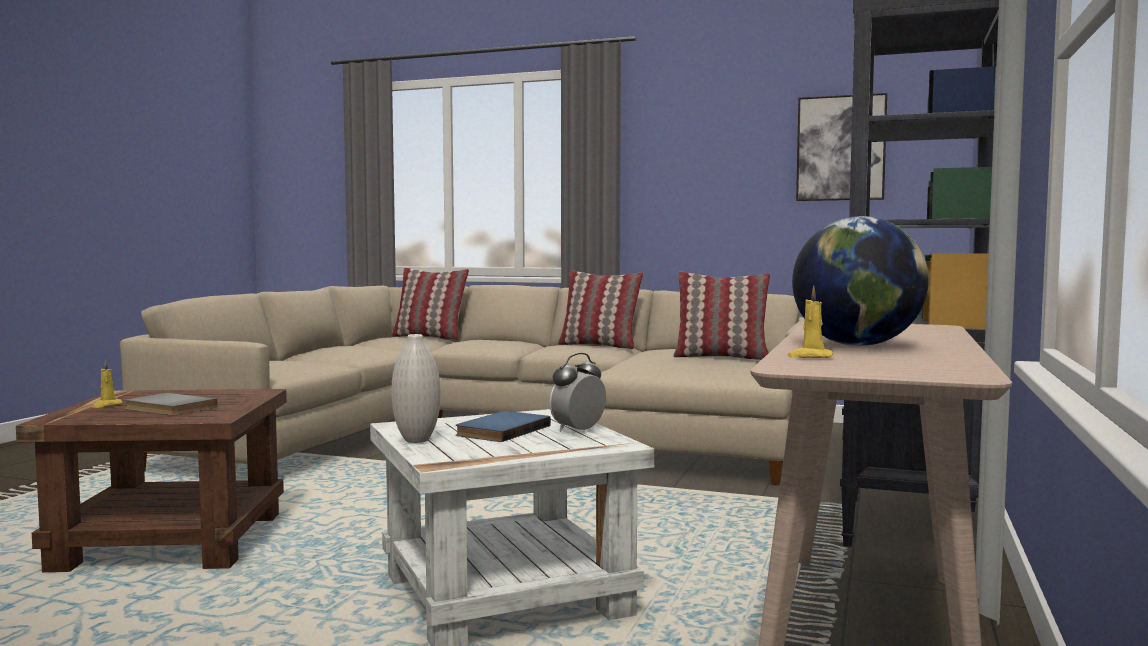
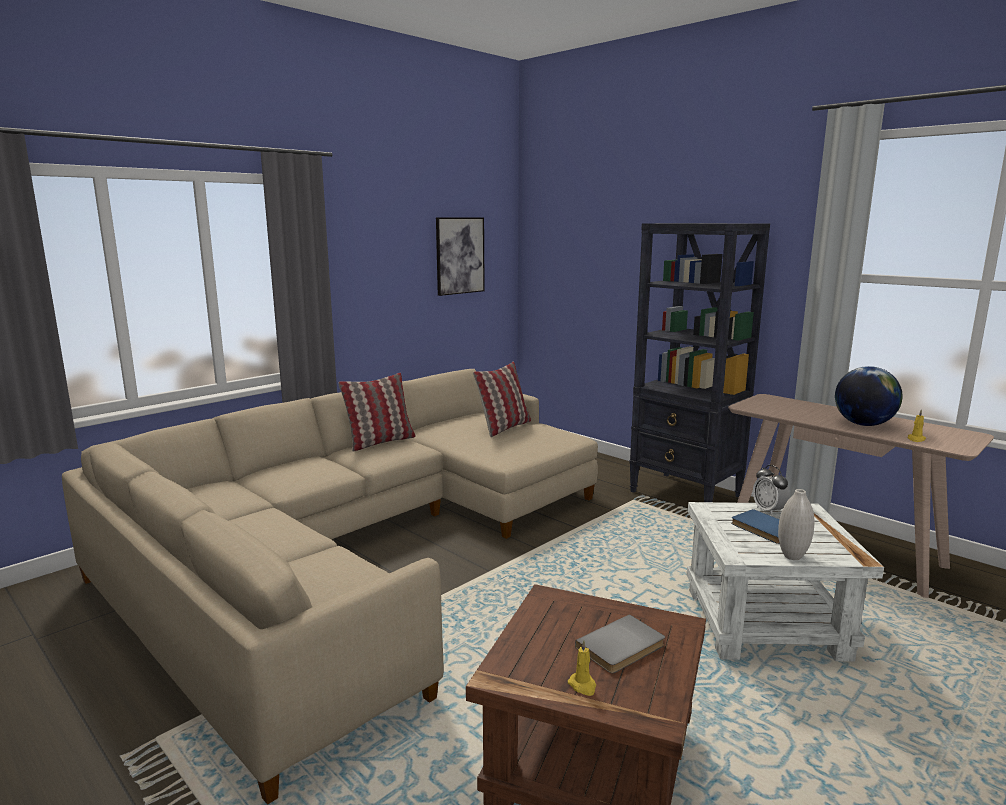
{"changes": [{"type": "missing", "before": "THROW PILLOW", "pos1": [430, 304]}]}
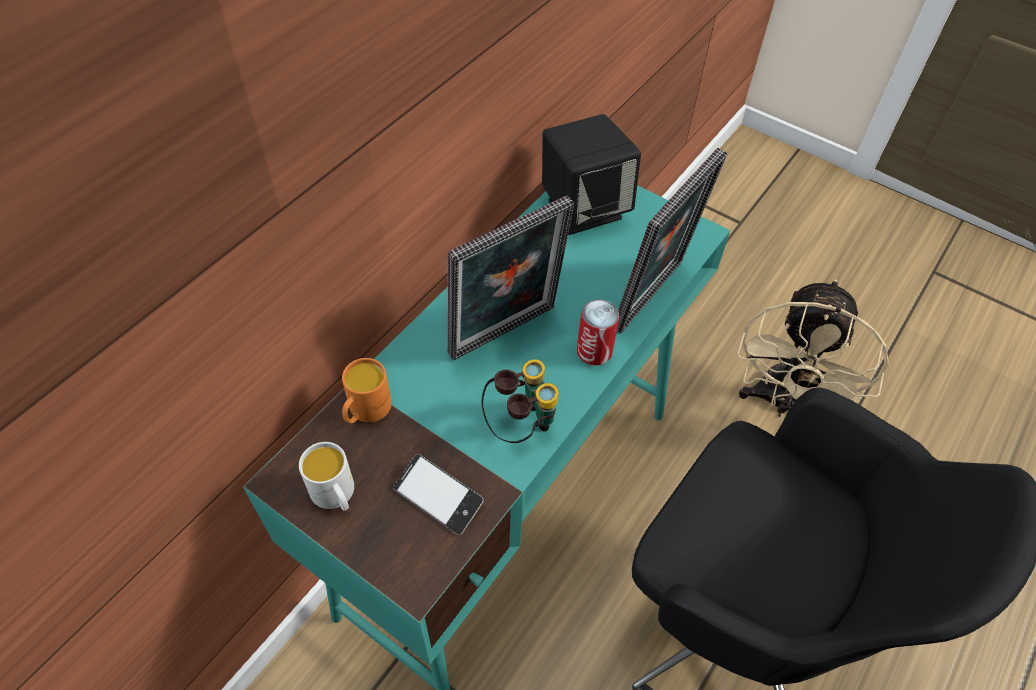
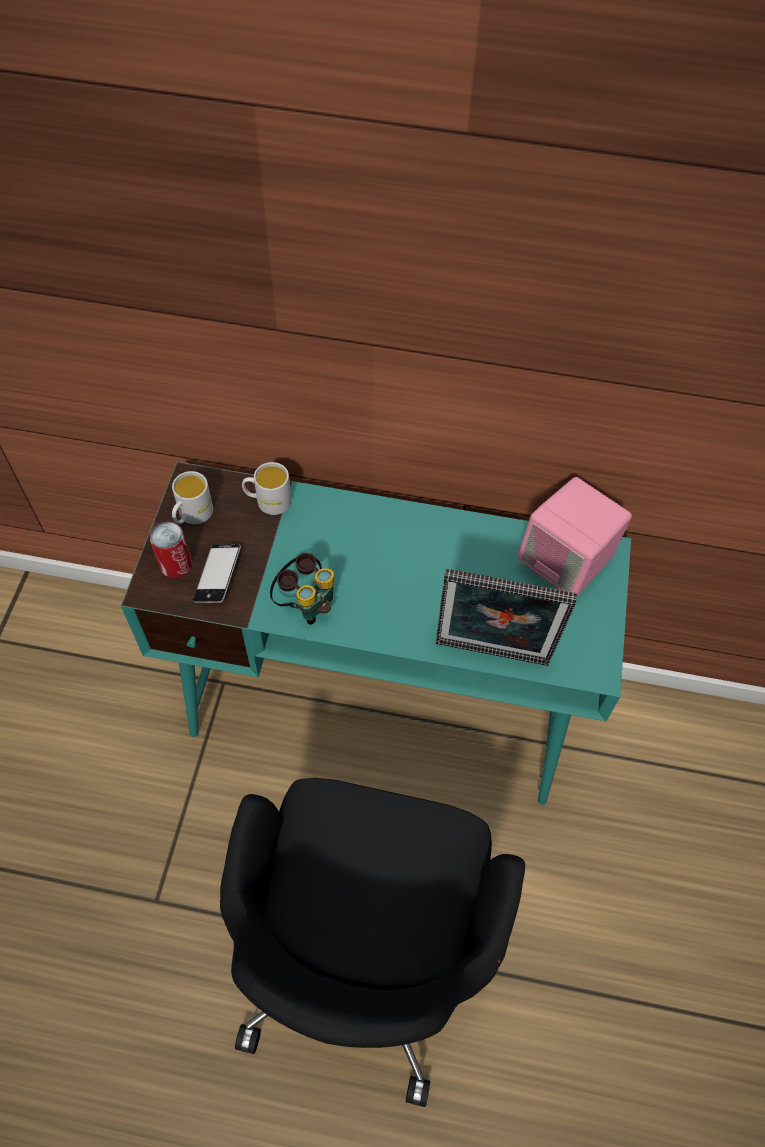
{"changes": [{"type": "colour", "before": "BLACKISH AUDIO SPEAKER", "after": "PINK AUDIO SPEAKER", "pos1": [591, 174], "pos2": [575, 536]}, {"type": "missing", "before": "PICTURE FRAME", "pos1": [510, 278]}, {"type": "missing", "before": "BEIGE COOLING FAN", "pos1": [813, 348]}, {"type": "relocated", "before": "SEALED CAN", "pos1": [598, 332], "pos2": [171, 550]}, {"type": "colour", "before": "ORANGE-COLOURED COFFEE MUG", "after": "WHITE-COLOURED COFFEE MUG", "pos1": [367, 391], "pos2": [266, 488]}]}
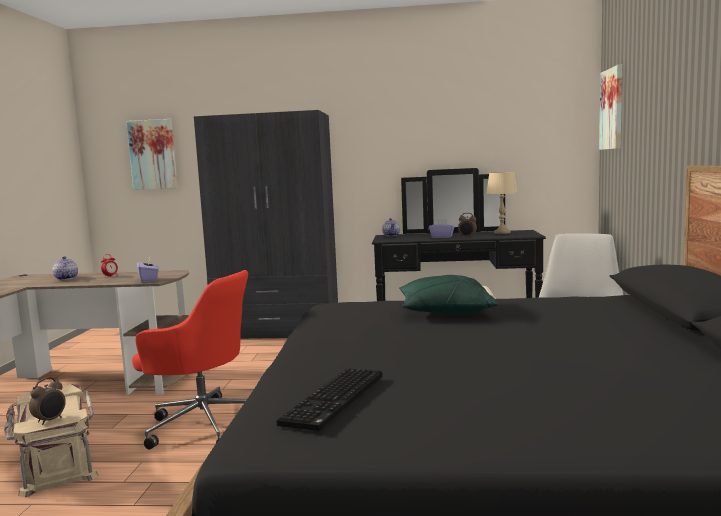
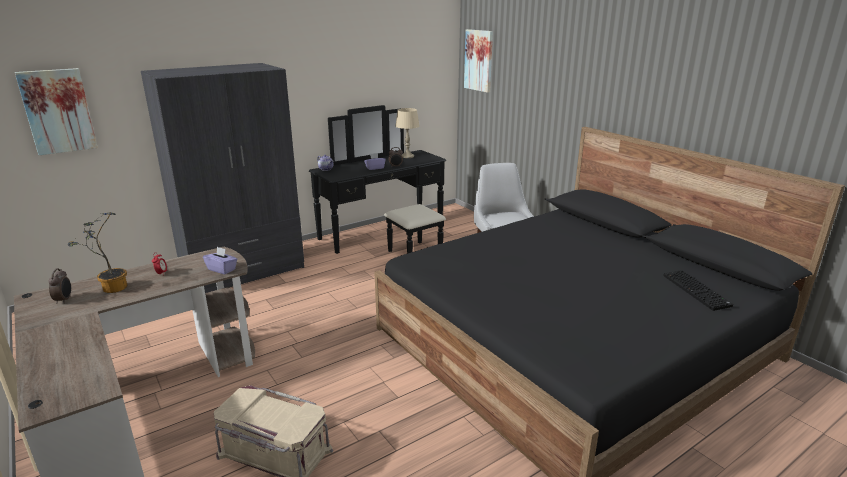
{"changes": [{"type": "exchanged", "before": "TEA POT", "after": "POTTED PLANT", "pos1": [65, 268], "pos2": [97, 252]}, {"type": "missing", "before": "REDDISH OFFICE CHAIR", "pos1": [190, 360]}, {"type": "missing", "before": "GREENISH THROW PILLOW", "pos1": [448, 295]}, {"type": "relocated", "before": "KEYBOARD", "pos1": [329, 399], "pos2": [698, 290]}, {"type": "relocated", "before": "ALARM CLOCK", "pos1": [47, 401], "pos2": [59, 286]}]}
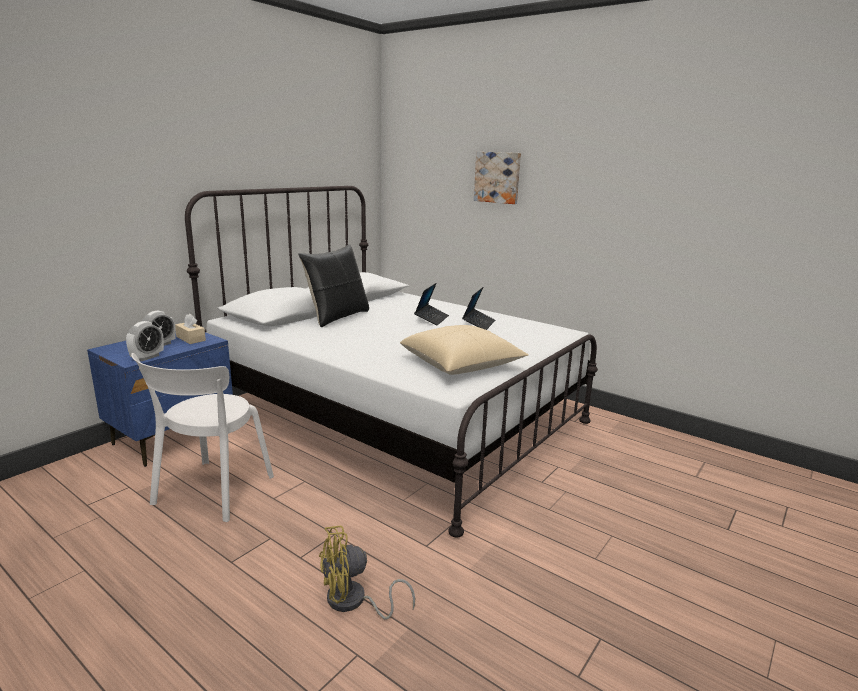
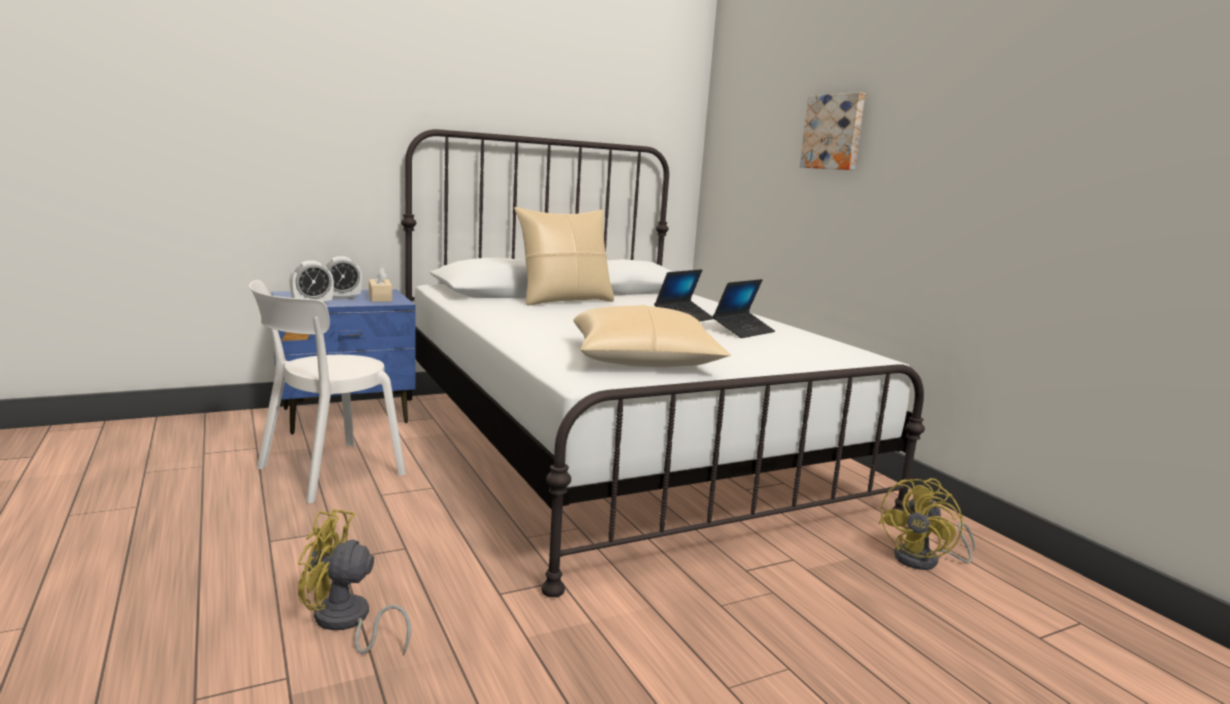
{"changes": [{"type": "colour", "before": "BLACKISH THROW PILLOW", "after": "BEIGE THROW PILLOW", "pos1": [333, 285], "pos2": [564, 256]}, {"type": "appeared", "after": "YELLOW COOLING FAN", "pos2": [927, 524]}]}
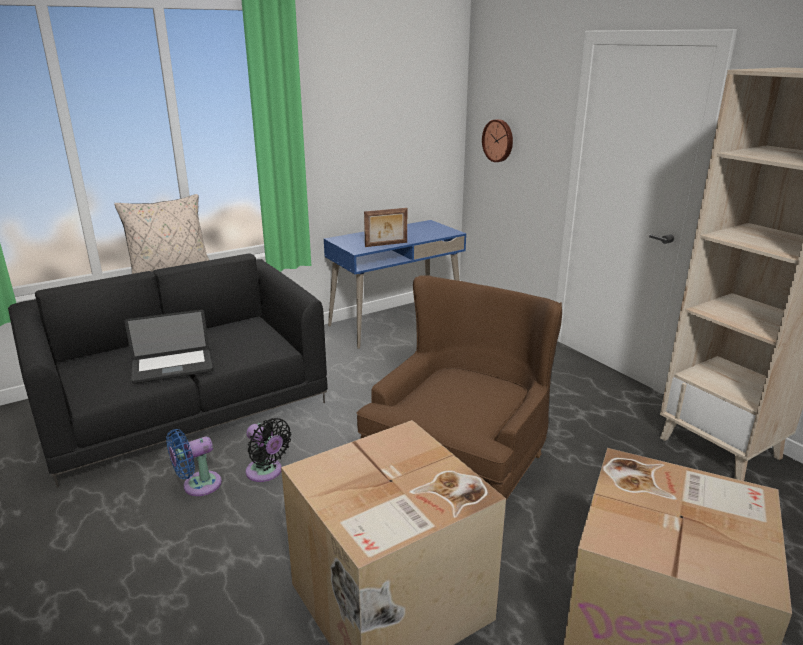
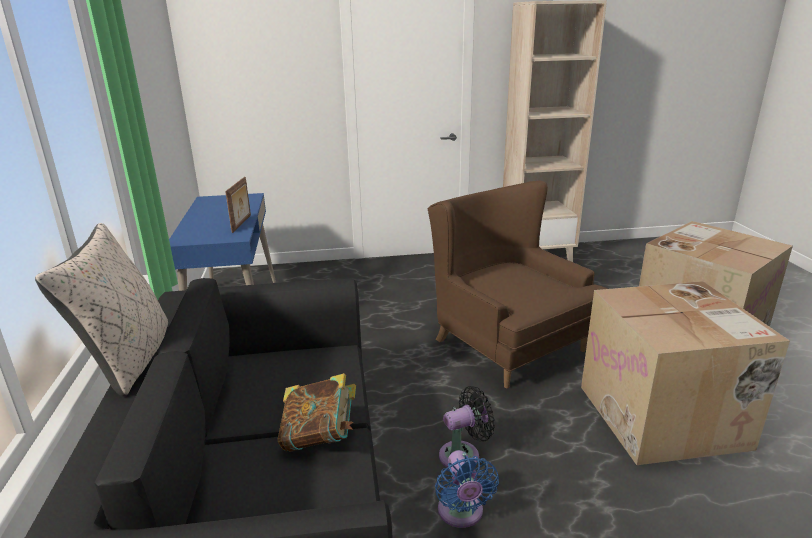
{"changes": [{"type": "missing", "before": "WALL CLOCK", "pos1": [497, 140]}, {"type": "exchanged", "before": "PORTABLE COMPUTER", "after": "VOLUME", "pos1": [168, 346], "pos2": [317, 412]}]}
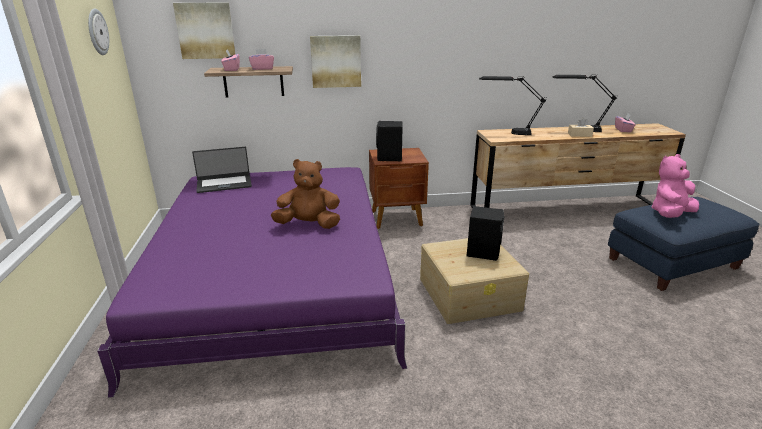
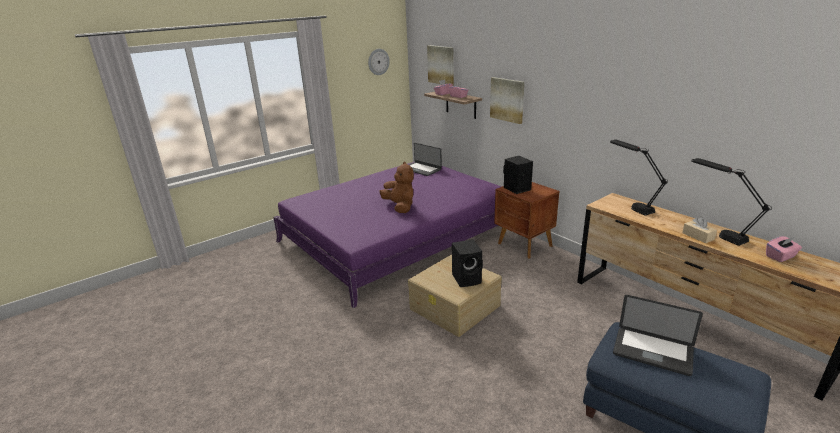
{"changes": [{"type": "exchanged", "before": "PINK PLUSH TOY", "after": "PORTABLE COMPUTER", "pos1": [675, 186], "pos2": [658, 335]}]}
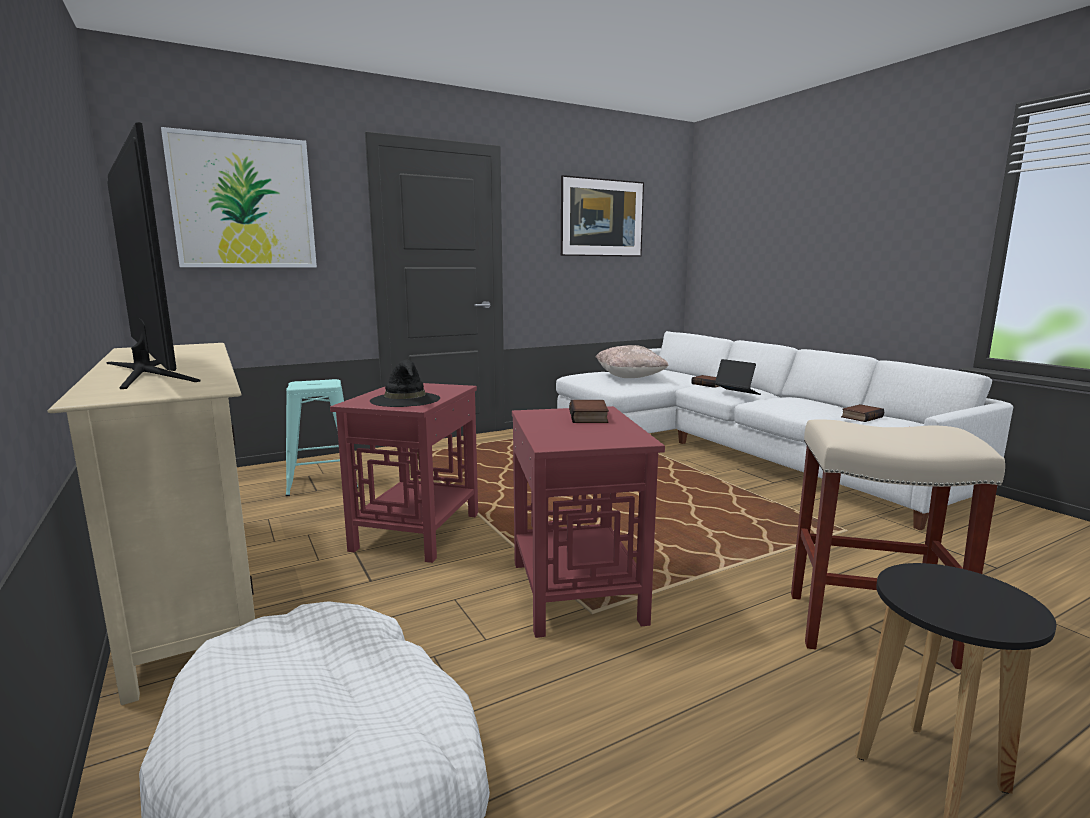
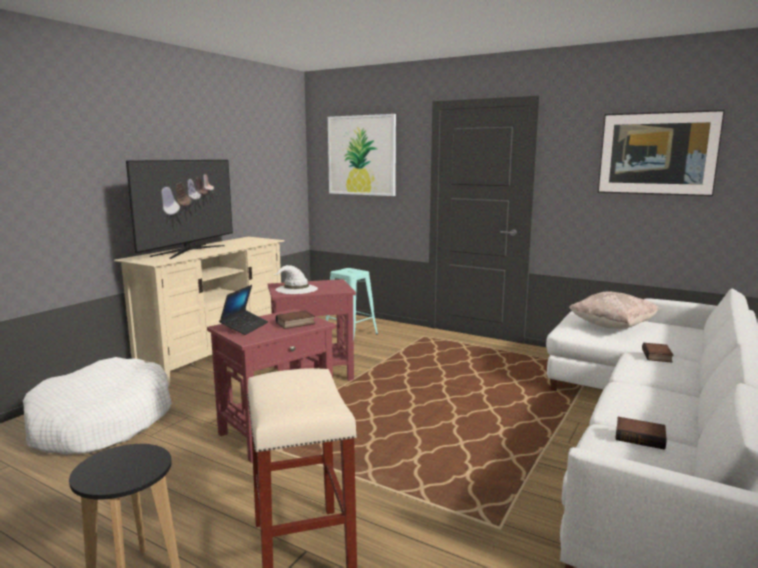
{"changes": [{"type": "relocated", "before": "PORTABLE COMPUTER", "pos1": [738, 377], "pos2": [243, 310]}, {"type": "colour", "before": "BLACKISH HAT", "after": "WHITE-COLOURED HAT", "pos1": [405, 383], "pos2": [296, 279]}]}
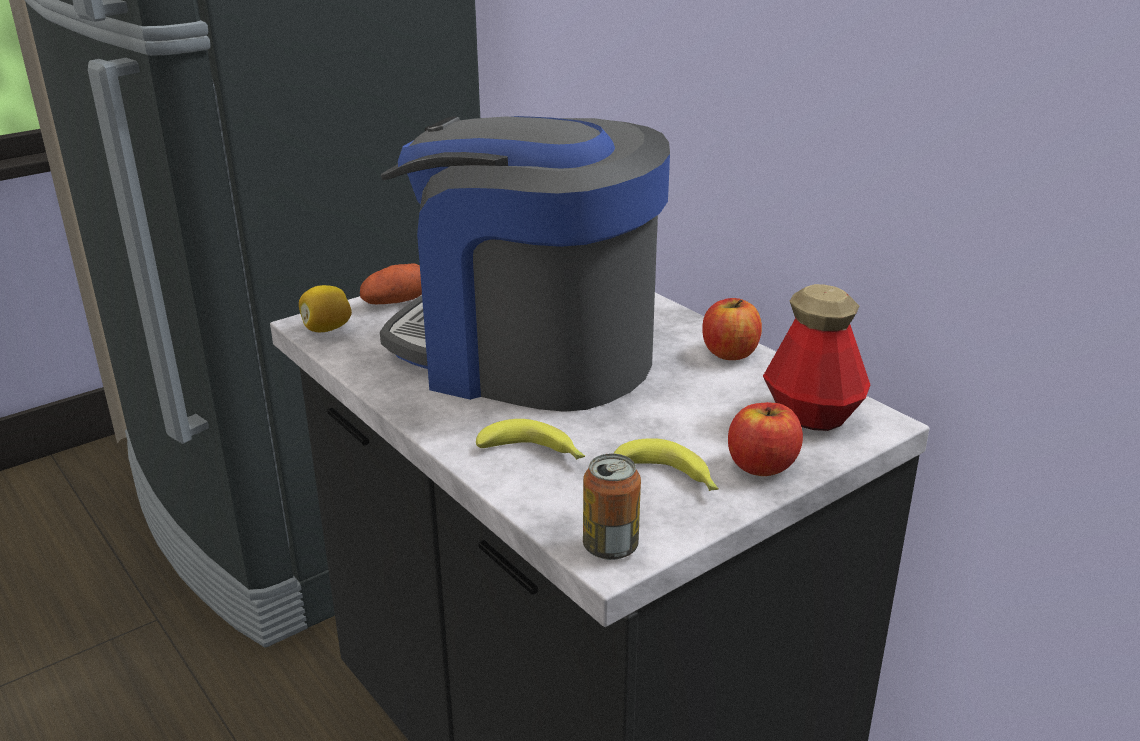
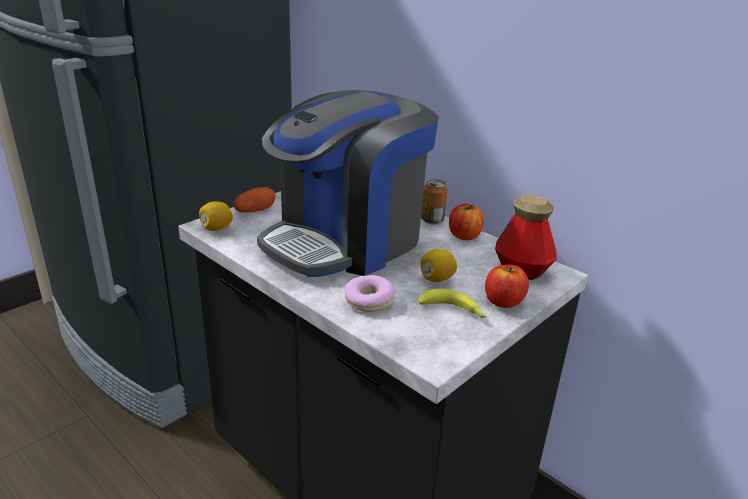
{"changes": [{"type": "spun", "before": "COFFEE MAKER", "pos1": [525, 264], "pos2": [348, 183], "turn": -60}, {"type": "exchanged", "before": "WHOLE BANANA", "after": "RING DOUGHNUT", "pos1": [530, 439], "pos2": [369, 293]}, {"type": "relocated", "before": "SEALED CAN", "pos1": [612, 506], "pos2": [434, 201]}, {"type": "appeared", "after": "WHOLE LEMON", "pos2": [438, 265]}]}
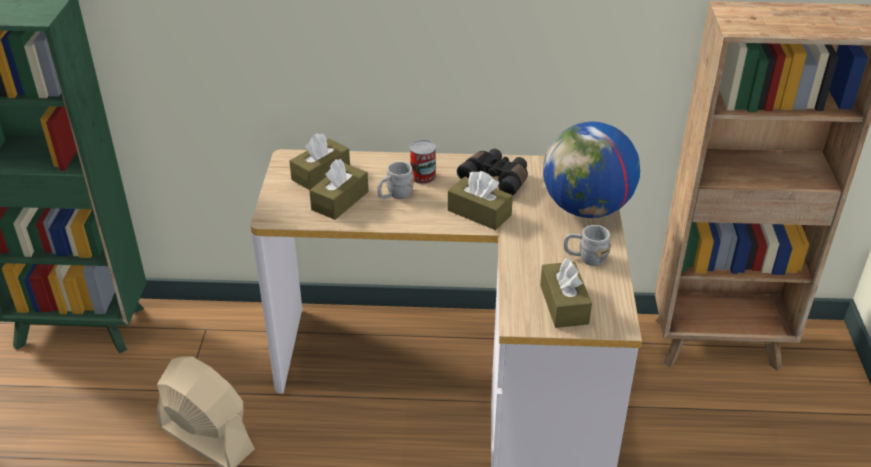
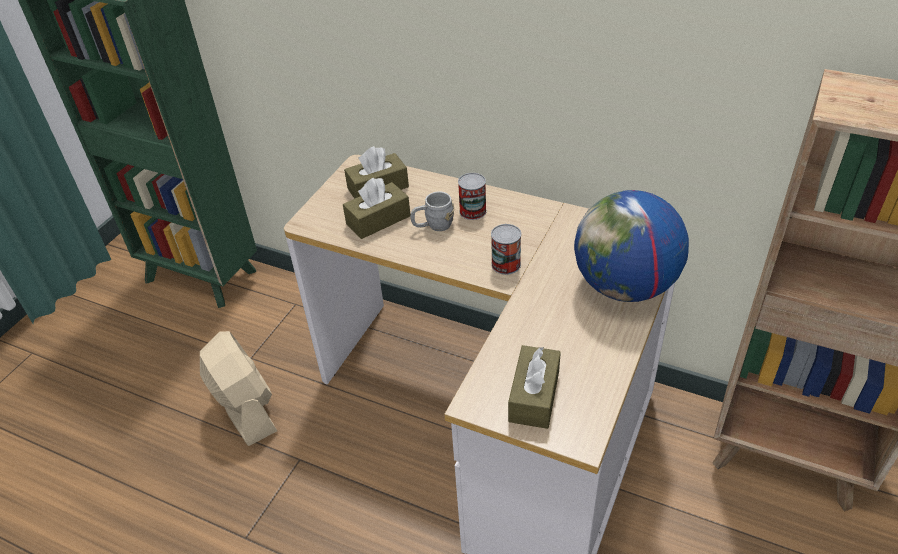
{"changes": [{"type": "missing", "before": "BLACKISH FIELD GLASSES", "pos1": [492, 172]}, {"type": "exchanged", "before": "BROWN-COLOURED TISSUE BOX", "after": "SEALED CAN", "pos1": [480, 200], "pos2": [506, 249]}, {"type": "missing", "before": "GRAY COFFEE MUG", "pos1": [587, 245]}]}
